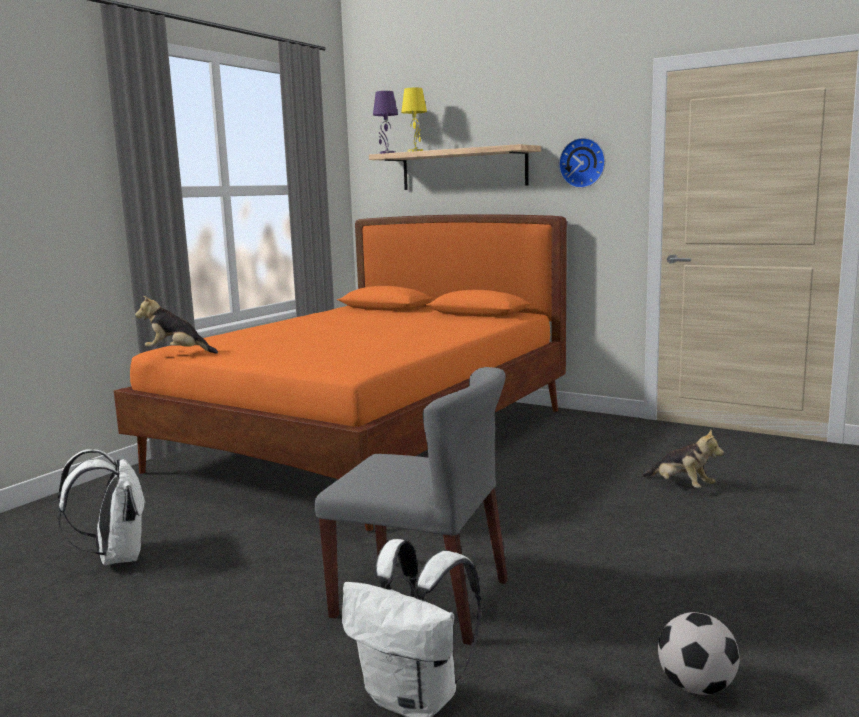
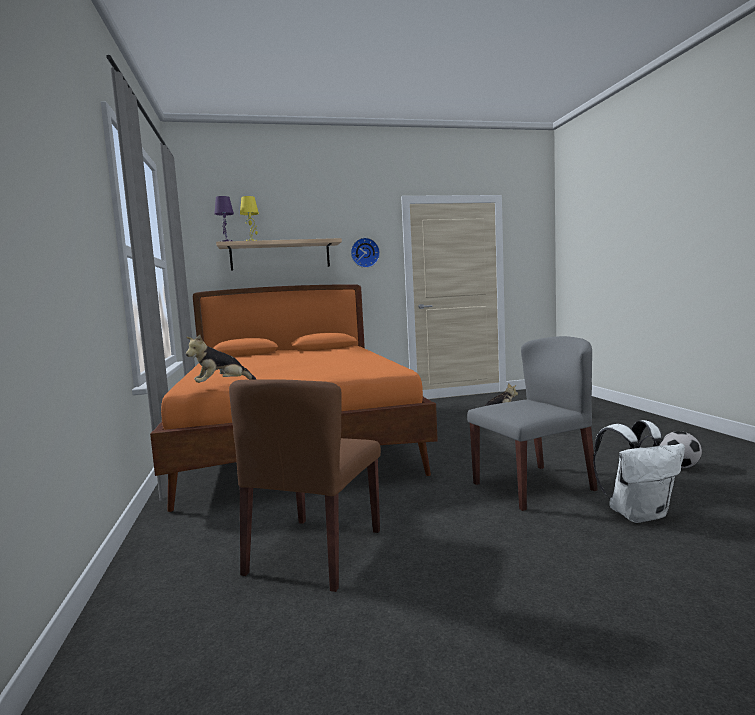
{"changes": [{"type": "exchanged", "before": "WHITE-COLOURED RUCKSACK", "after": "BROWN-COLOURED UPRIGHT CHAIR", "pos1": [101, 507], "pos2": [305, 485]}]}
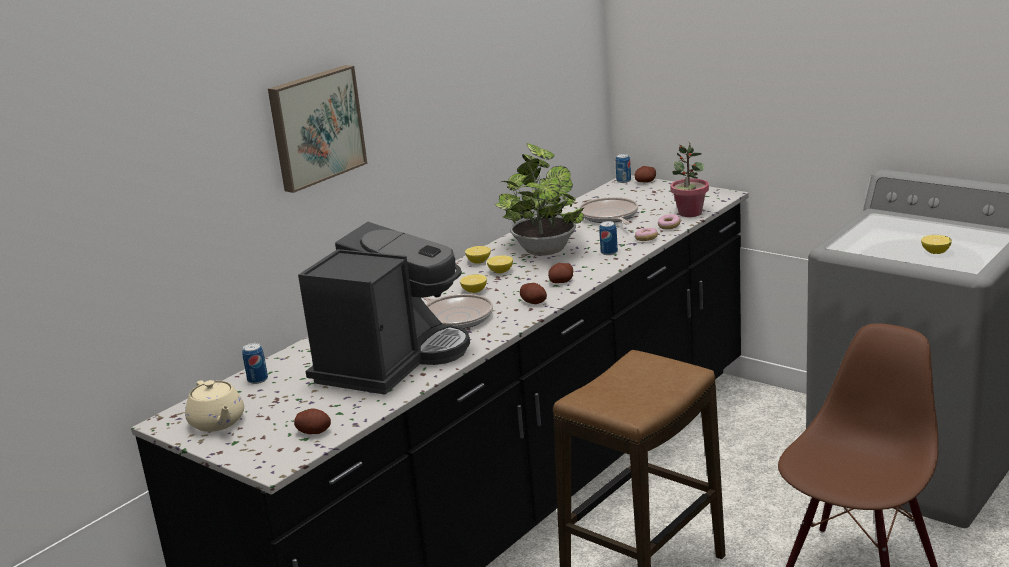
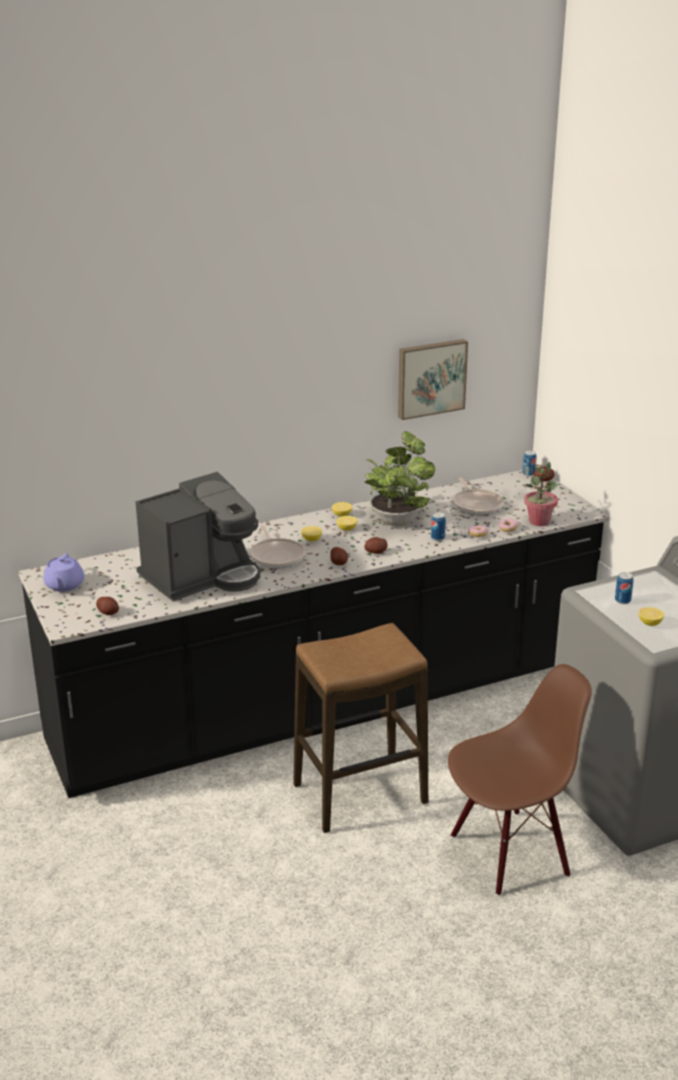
{"changes": [{"type": "relocated", "before": "WALL ART", "pos1": [318, 129], "pos2": [433, 379]}, {"type": "spun", "before": "SKILLET", "pos1": [608, 210], "pos2": [478, 496], "turn": 150}, {"type": "relocated", "before": "SEALED CAN", "pos1": [255, 363], "pos2": [624, 588]}, {"type": "colour", "before": "BEIGE TEA POT", "after": "PURPLISH TEA POT", "pos1": [214, 406], "pos2": [63, 572]}]}
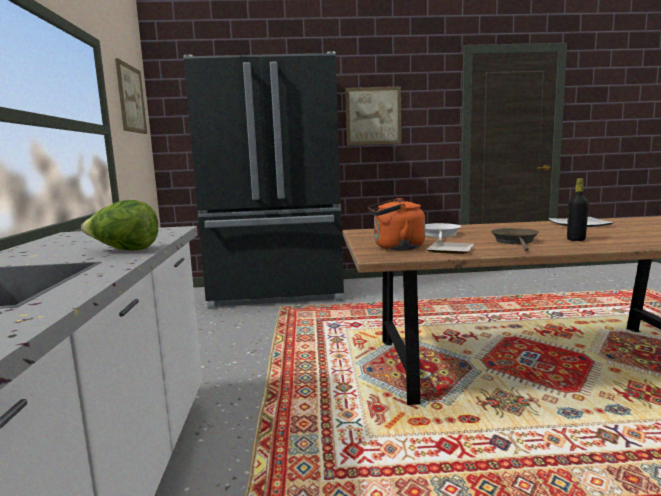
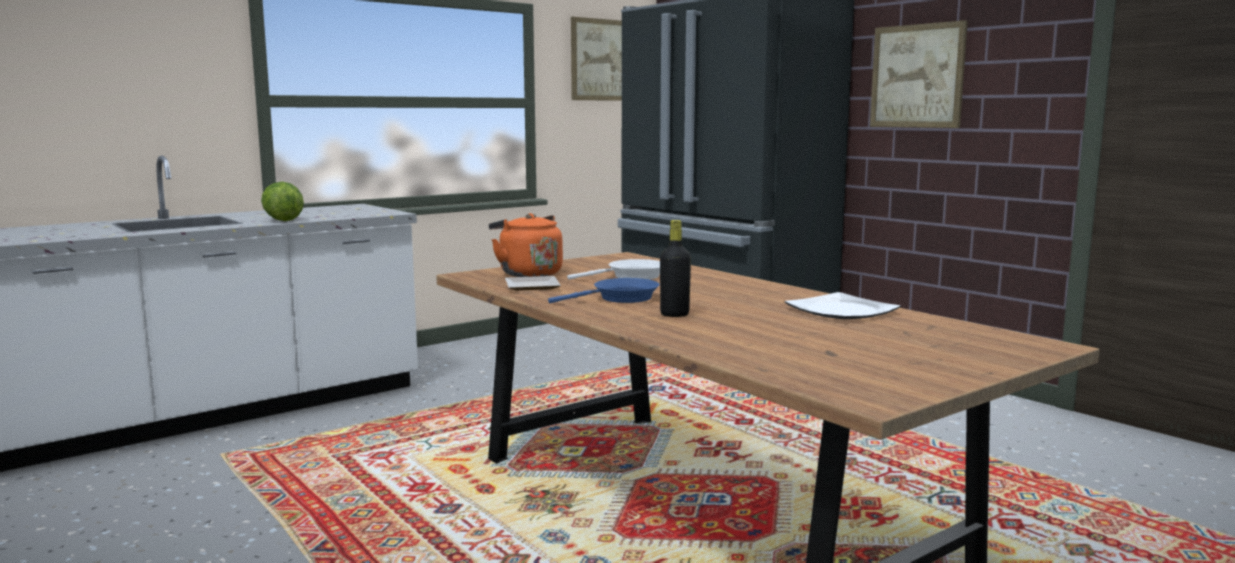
{"changes": [{"type": "colour", "before": "BROWN-COLOURED SKILLET", "after": "BLUE SKILLET", "pos1": [515, 239], "pos2": [603, 290]}]}
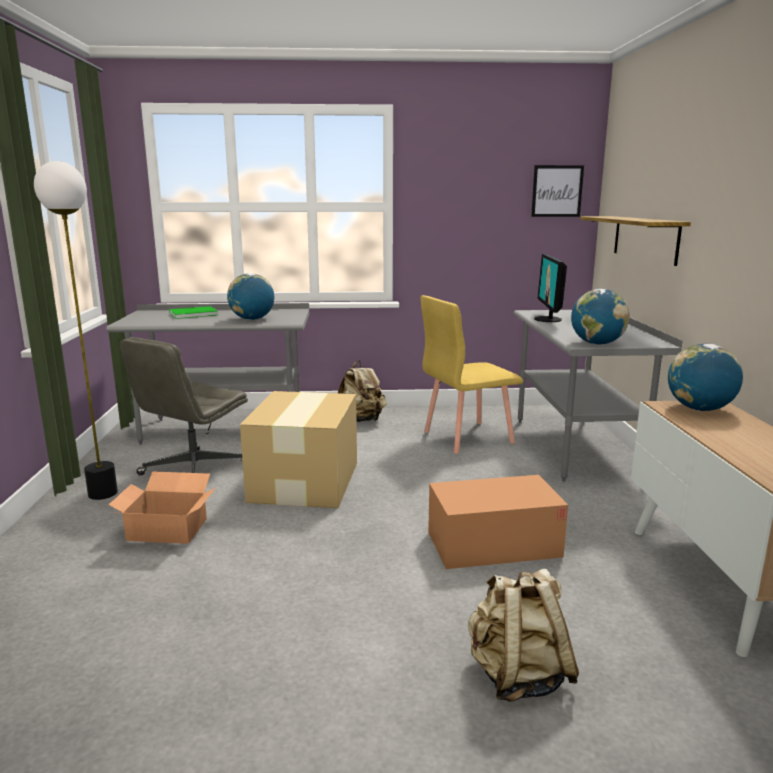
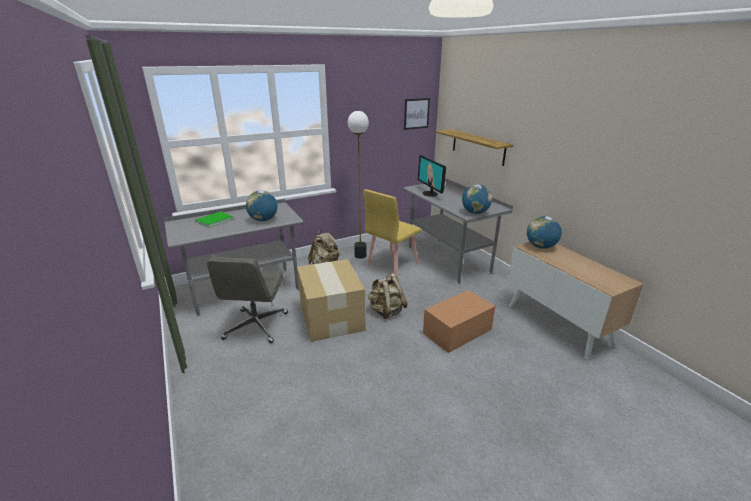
{"changes": [{"type": "relocated", "before": "STANDING LAMP", "pos1": [76, 330], "pos2": [358, 185]}, {"type": "missing", "before": "PACKING BOX", "pos1": [162, 507]}, {"type": "relocated", "before": "BEIGE RUCKSACK", "pos1": [523, 635], "pos2": [387, 296]}]}
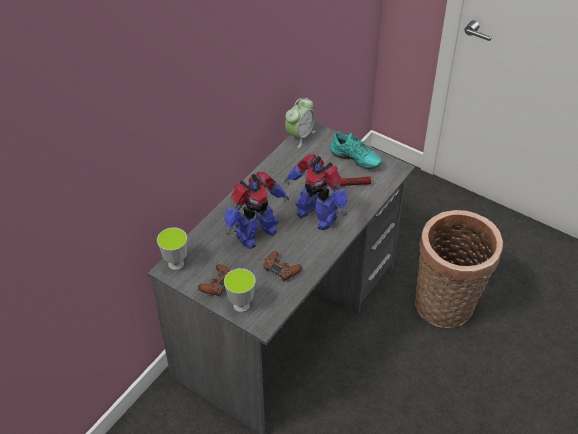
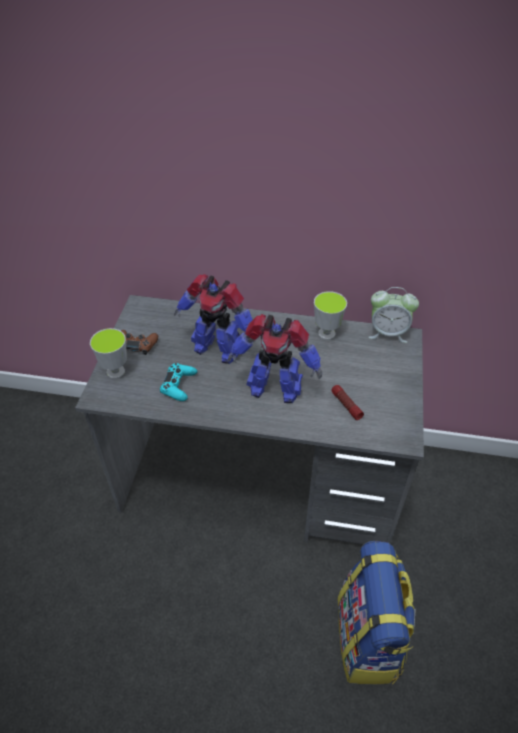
{"changes": [{"type": "missing", "before": "TURQUOISE SHOE", "pos1": [356, 150]}, {"type": "spun", "before": "TOY ROBOT", "pos1": [316, 192], "pos2": [275, 358], "turn": -90}, {"type": "exchanged", "before": "HOUSEHOLD BASKET", "after": "RUCKSACK", "pos1": [459, 269], "pos2": [376, 612]}, {"type": "relocated", "before": "SMALL CUP", "pos1": [172, 248], "pos2": [330, 315]}, {"type": "colour", "before": "BROWN-COLOURED JOYPAD", "after": "TURQUOISE JOYPAD", "pos1": [282, 266], "pos2": [178, 382]}]}
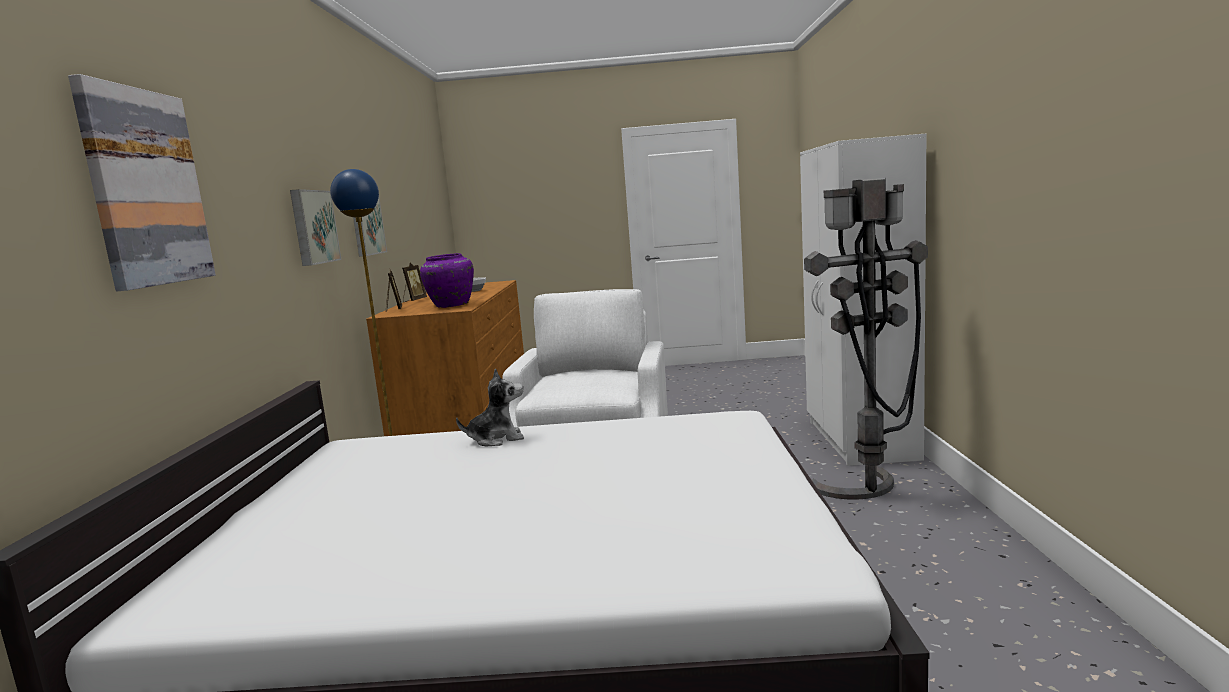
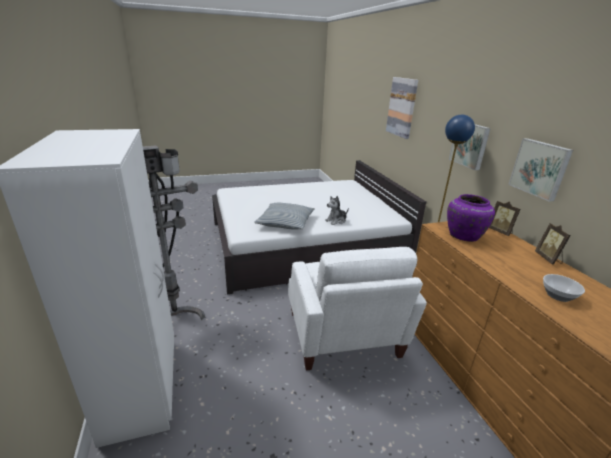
{"changes": [{"type": "appeared", "after": "THROW PILLOW", "pos2": [284, 216]}]}
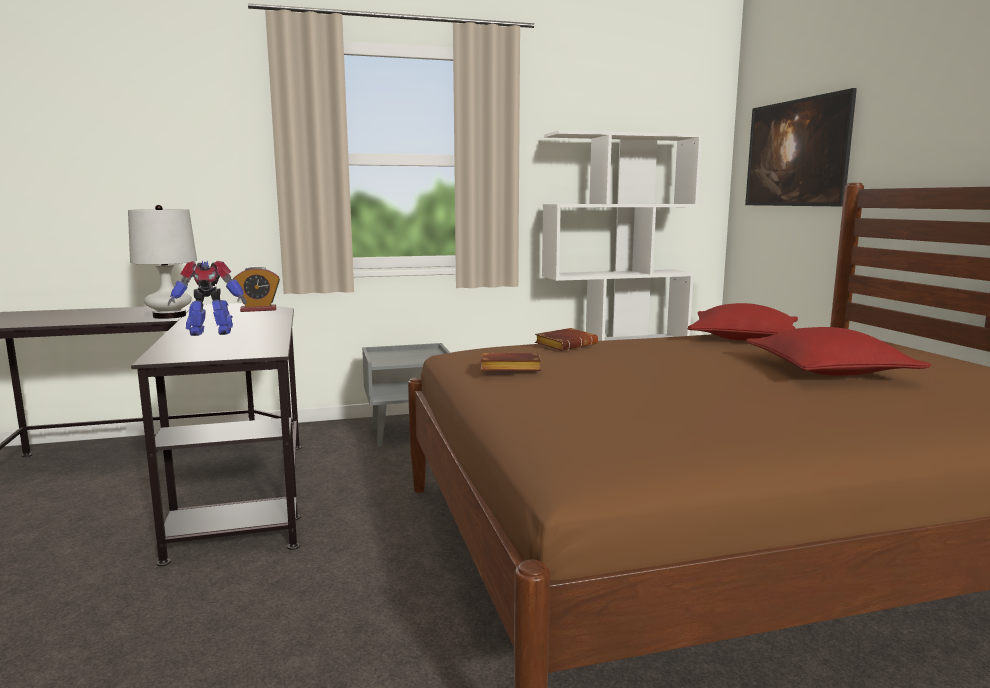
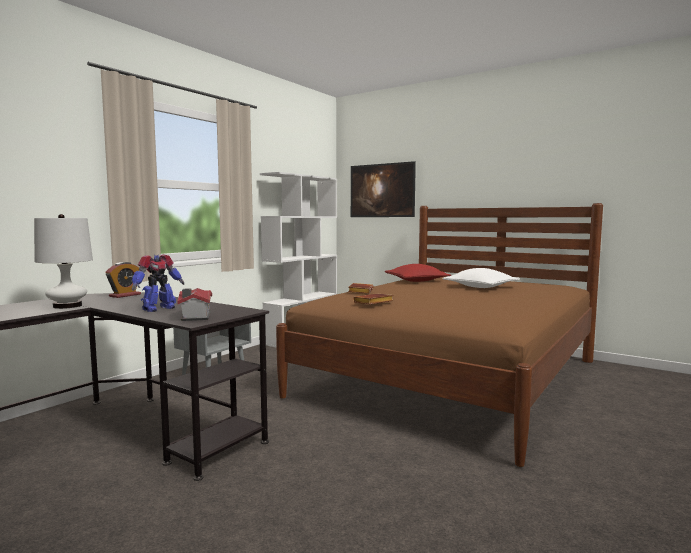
{"changes": [{"type": "colour", "before": "REDDISH THROW PILLOW", "after": "WHITE-COLOURED THROW PILLOW", "pos1": [838, 351], "pos2": [481, 278]}, {"type": "appeared", "after": "MINIATURE HOUSE", "pos2": [194, 304]}]}
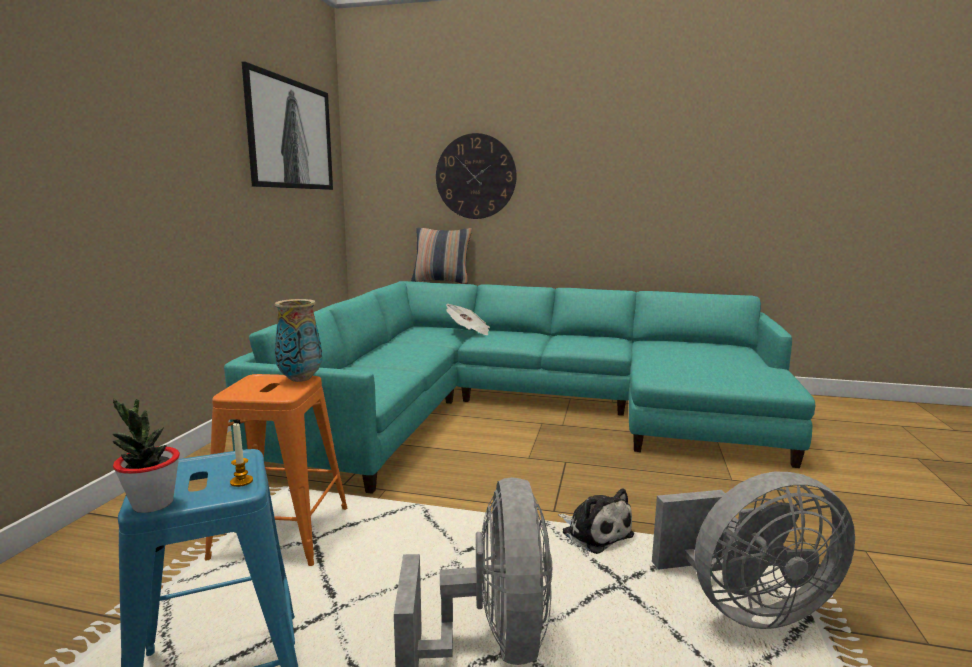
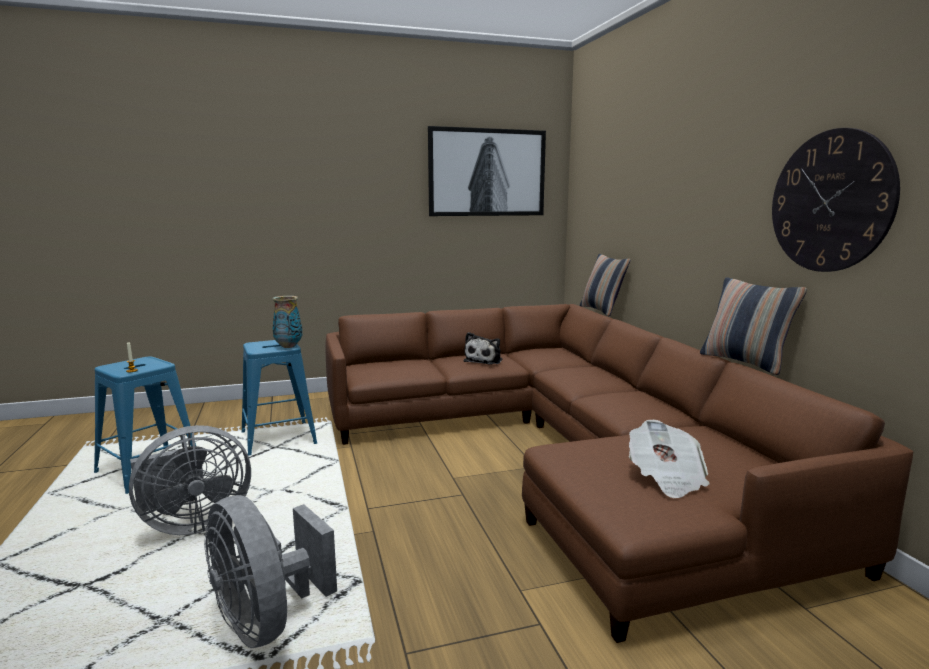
{"changes": [{"type": "relocated", "before": "WALL CLOCK", "pos1": [476, 176], "pos2": [836, 200]}, {"type": "colour", "before": "TURQUOISE SETTEE", "after": "BROWN-COLOURED SETTEE", "pos1": [520, 387], "pos2": [619, 473]}, {"type": "relocated", "before": "PRINTED PAPER", "pos1": [468, 319], "pos2": [669, 459]}, {"type": "colour", "before": "ORANGE-COLOURED SITTING STOOL", "after": "BLUE SITTING STOOL", "pos1": [276, 470], "pos2": [279, 398]}, {"type": "missing", "before": "POTTED PLANT", "pos1": [146, 455]}, {"type": "relocated", "before": "PLUSH TOY", "pos1": [596, 521], "pos2": [483, 348]}, {"type": "appeared", "after": "THROW PILLOW", "pos2": [753, 326]}]}
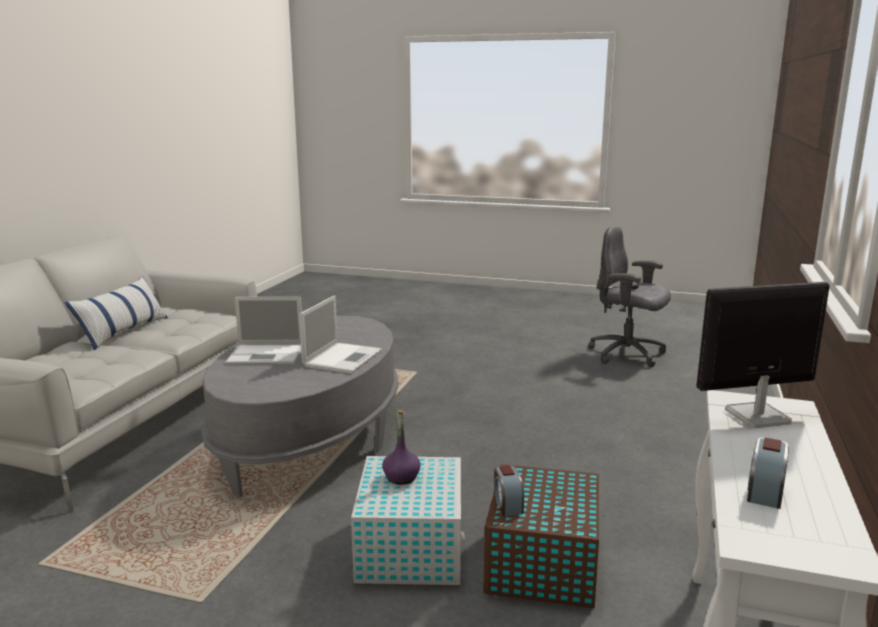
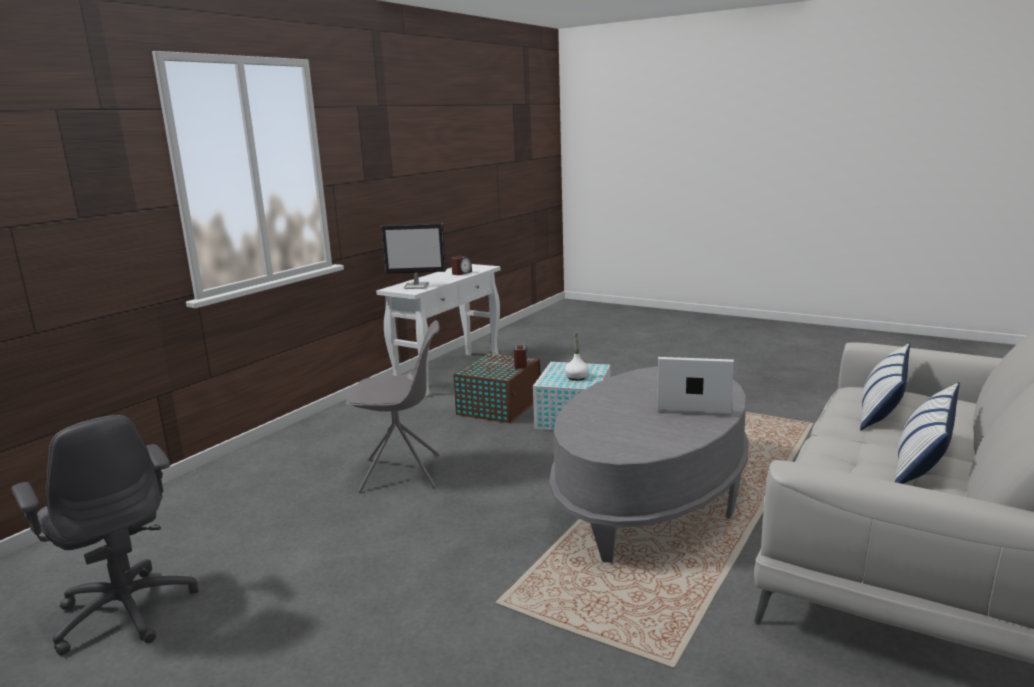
{"changes": [{"type": "missing", "before": "PORTABLE COMPUTER", "pos1": [340, 334]}, {"type": "colour", "before": "PURPLISH BEVERAGE BOTTLE", "after": "WHITE-COLOURED BEVERAGE BOTTLE", "pos1": [401, 447], "pos2": [577, 356]}, {"type": "appeared", "after": "GRAY UPRIGHT CHAIR", "pos2": [393, 406]}, {"type": "appeared", "after": "THROW PILLOW", "pos2": [885, 386]}]}
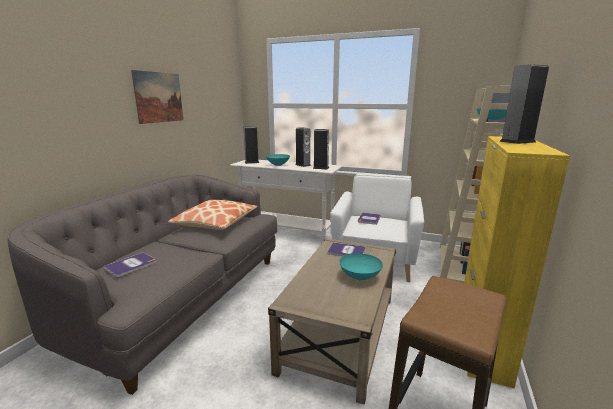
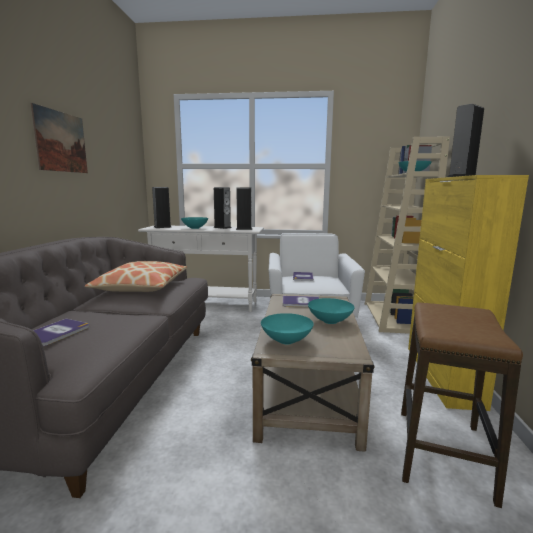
{"changes": [{"type": "appeared", "after": "TURQUOISE DEEP DISH", "pos2": [287, 328]}]}
